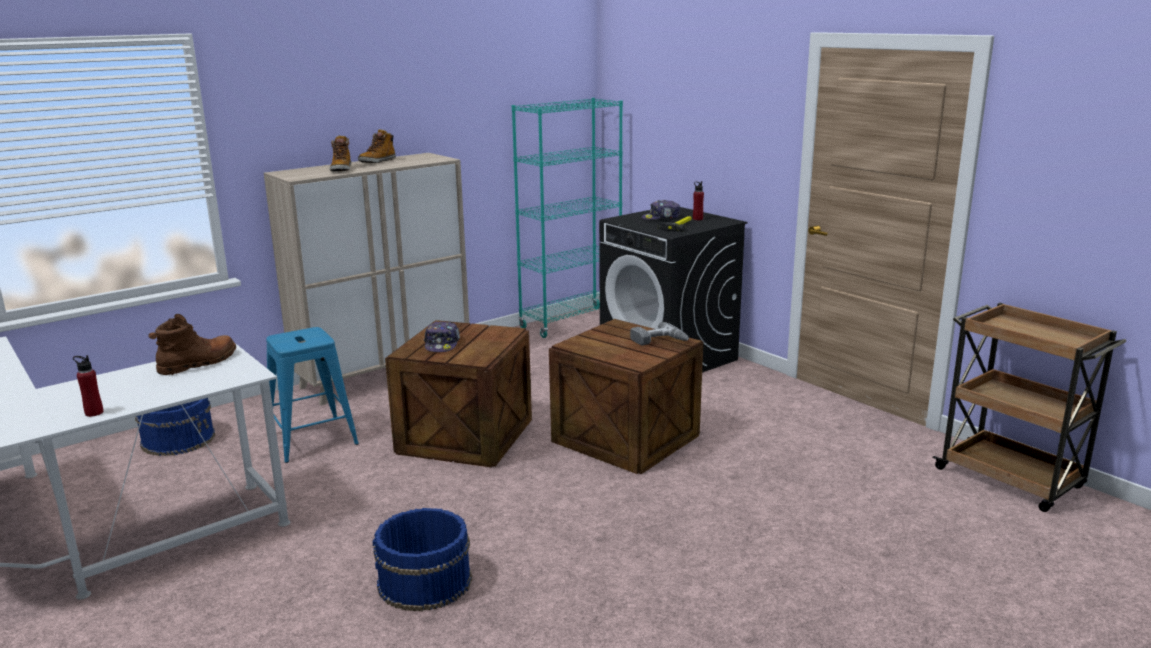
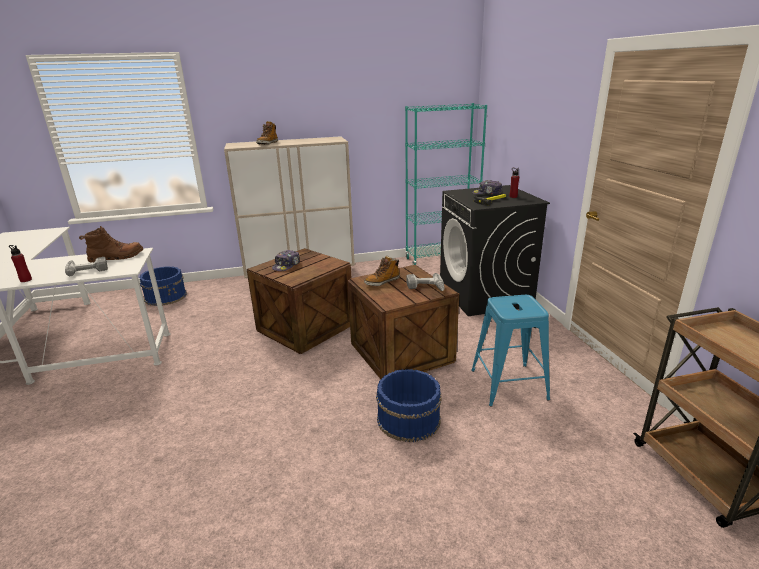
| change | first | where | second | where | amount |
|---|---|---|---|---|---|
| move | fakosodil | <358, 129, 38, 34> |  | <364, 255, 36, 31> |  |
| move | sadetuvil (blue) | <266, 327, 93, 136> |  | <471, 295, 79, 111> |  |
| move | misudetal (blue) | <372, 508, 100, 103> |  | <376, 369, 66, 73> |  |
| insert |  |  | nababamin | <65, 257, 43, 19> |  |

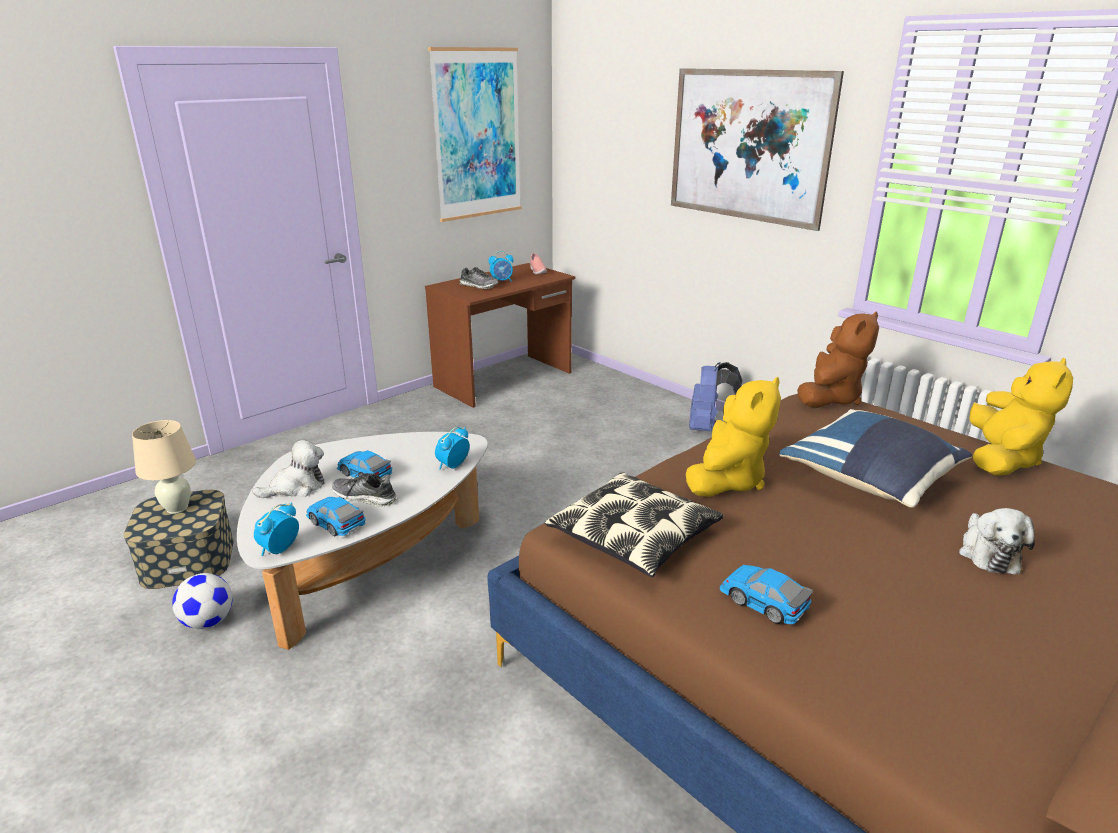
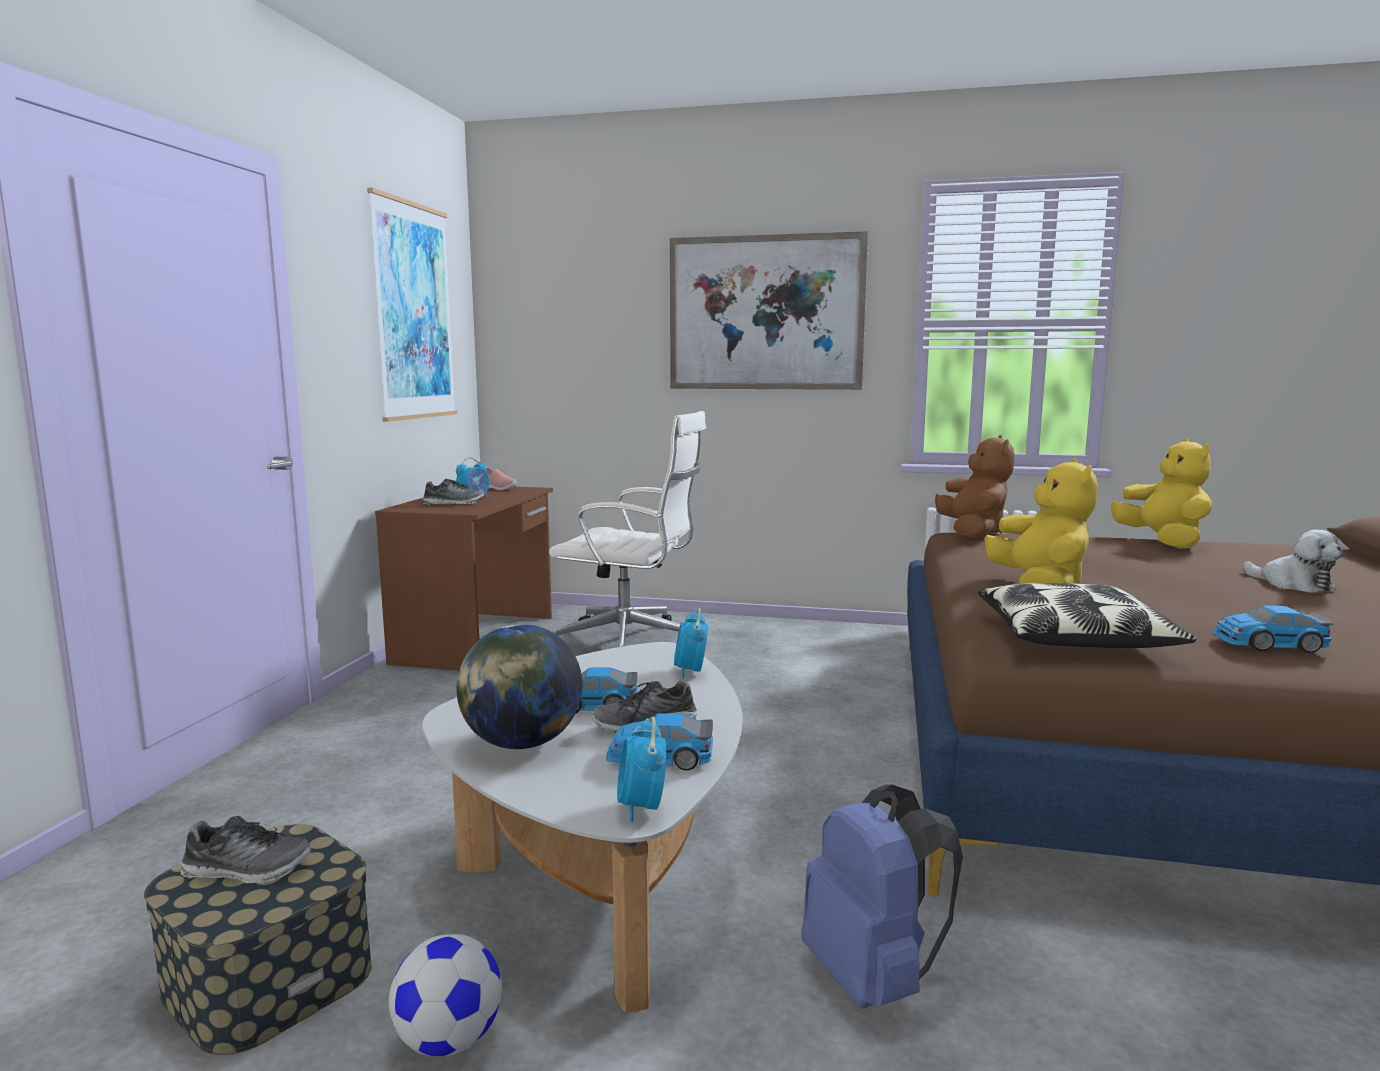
| change | first | where | second | where | amount |
|---|---|---|---|---|---|
| move | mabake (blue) | <689, 362, 53, 69> |  | <801, 784, 162, 225> |  |
| delete | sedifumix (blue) | <779, 409, 193, 99> |  |  |  |
| replace | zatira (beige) | <132, 420, 64, 94> | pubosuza | <180, 816, 132, 67> |  |
| replace | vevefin | <252, 440, 73, 58> | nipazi | <457, 624, 125, 125> |  |
| insert |  |  | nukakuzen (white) | <549, 411, 157, 236> |  |

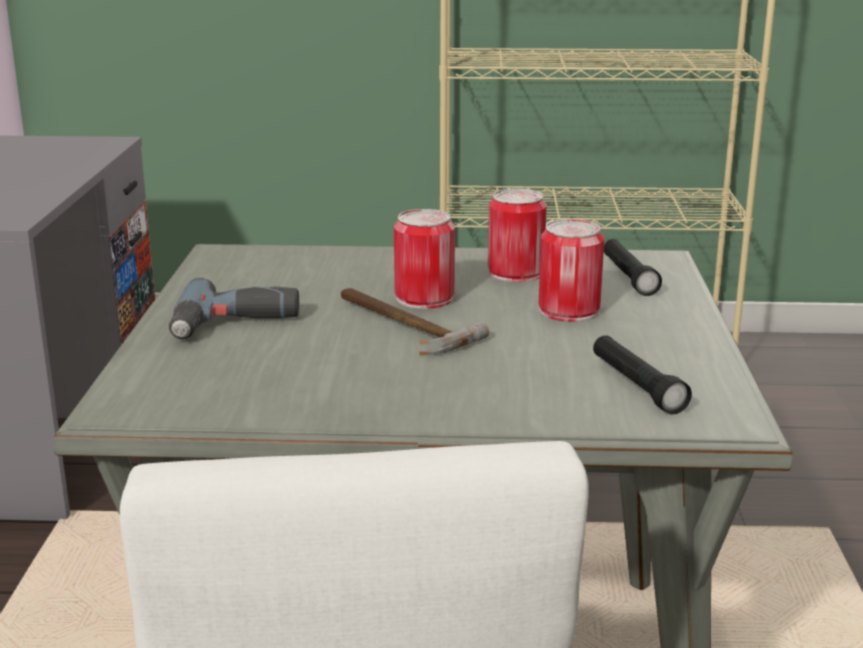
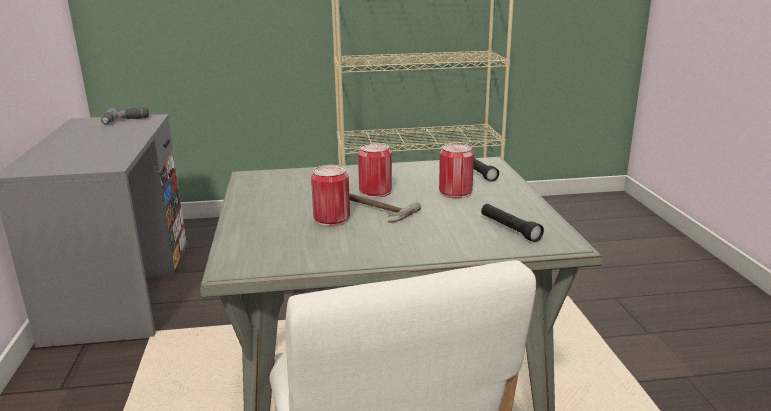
| change | first | where | second | where | amount |
|---|---|---|---|---|---|
| move | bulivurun | <488, 189, 59, 93> |  | <311, 165, 39, 61> |  |
| move | nababamin | <169, 278, 130, 61> |  | <101, 107, 48, 17> |  |

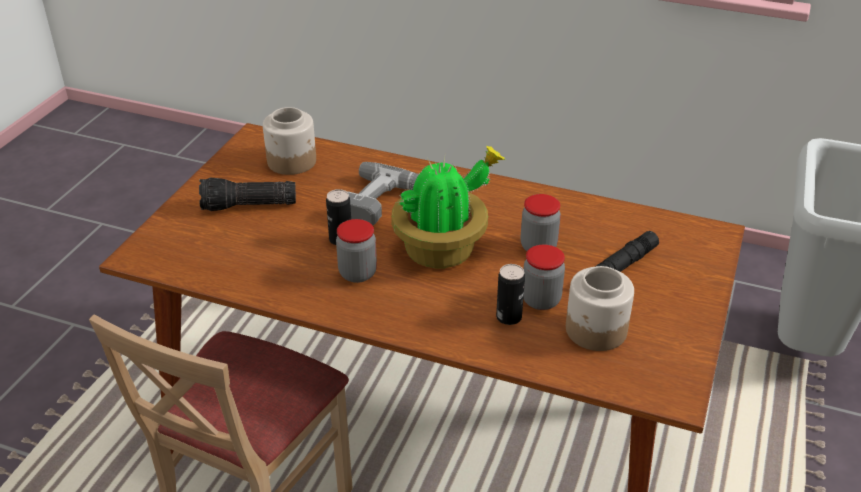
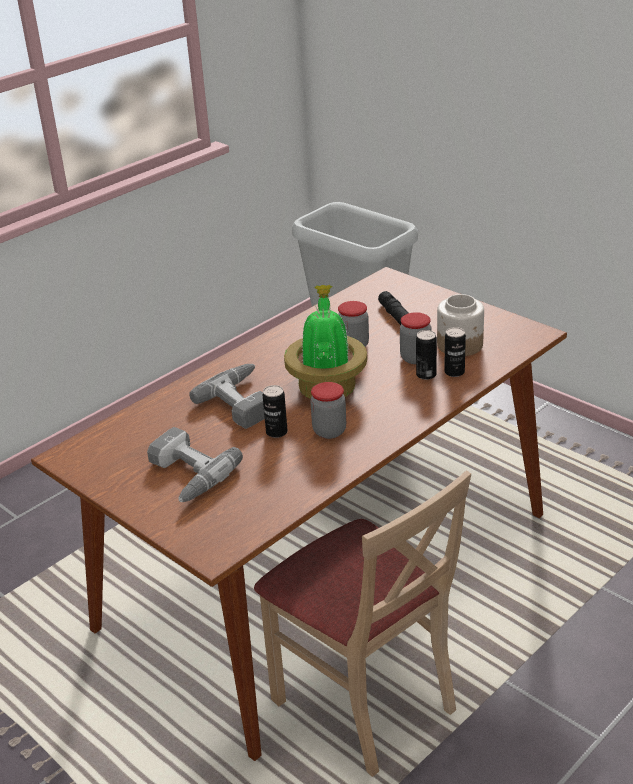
| change | first | where | second | where | amount |
|---|---|---|---|---|---|
| delete | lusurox | <263, 107, 53, 68> |  |  |  |
| replace | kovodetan | <199, 177, 97, 34> | nababamin | <147, 427, 96, 75> |  |
| insert |  |  | bulivurun | <444, 327, 22, 50> |  |

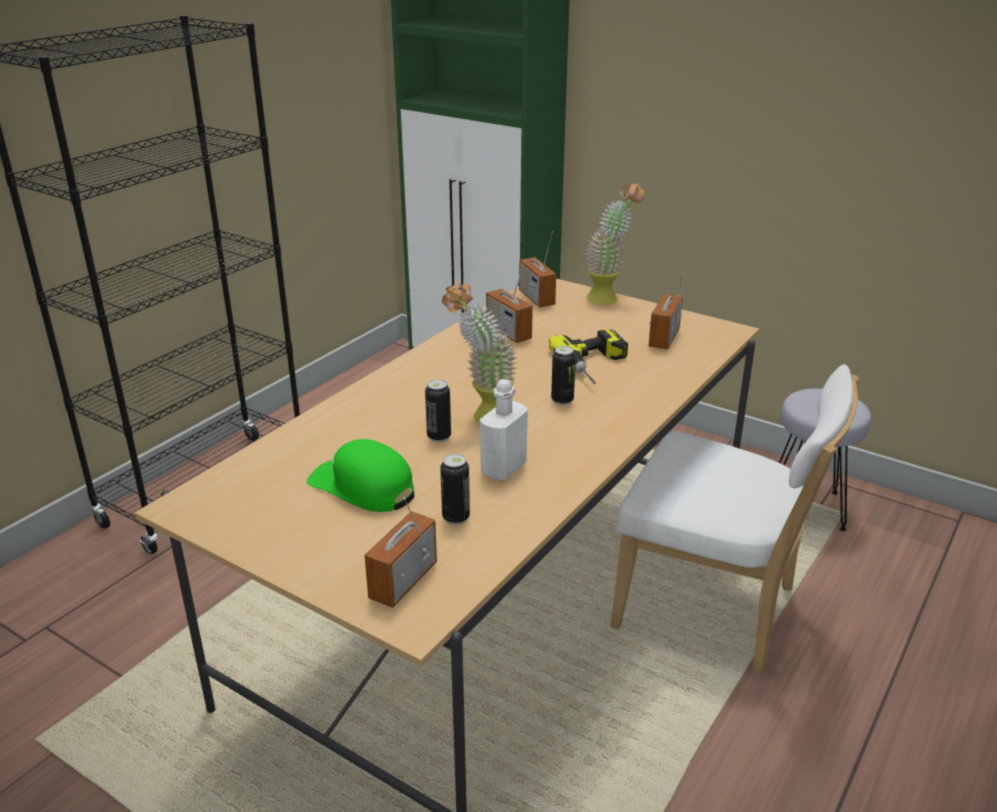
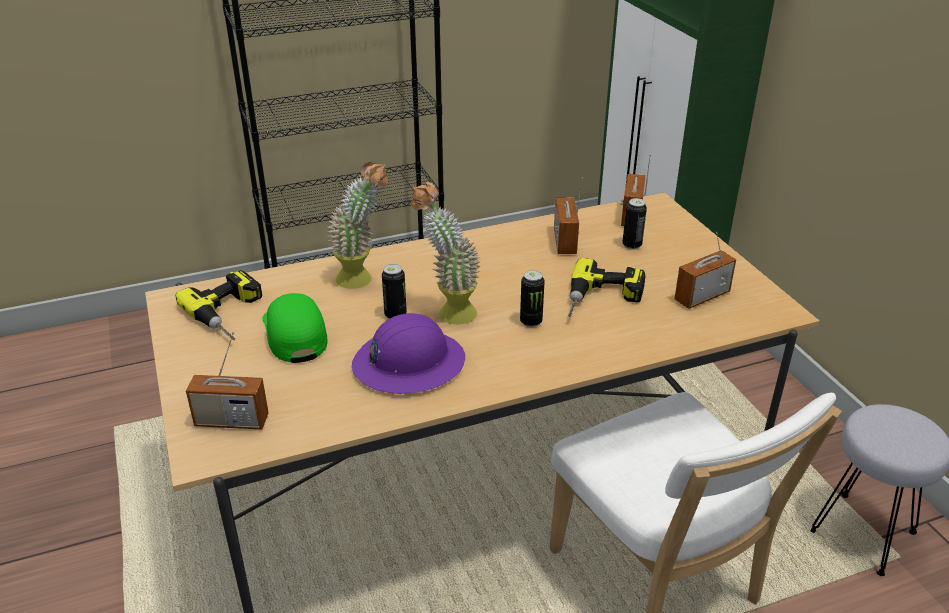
| change | first | where | second | where | amount |
|---|---|---|---|---|---|
| move | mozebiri | <585, 183, 59, 122> |  | <328, 162, 60, 127> |  |
| replace | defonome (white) | <480, 379, 48, 102> | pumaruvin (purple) | <352, 313, 113, 81> |  |
| move | bulivurun | <440, 454, 30, 71> |  | <622, 198, 25, 52> |  |
| rotate | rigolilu | <365, 497, 72, 111> |  | <186, 331, 83, 98> | 150 degrees counterclockwise |
| insert |  |  | nababamin | <175, 270, 87, 70> |  |

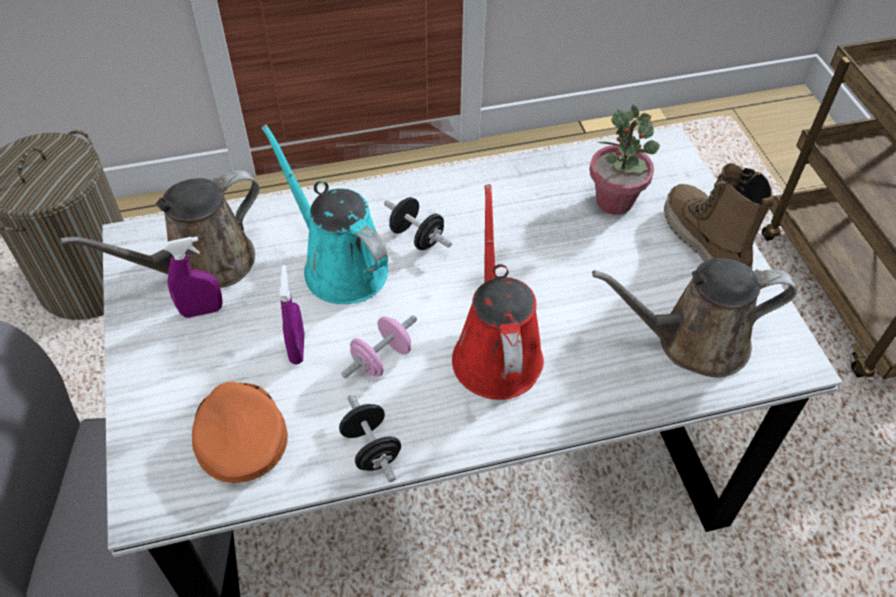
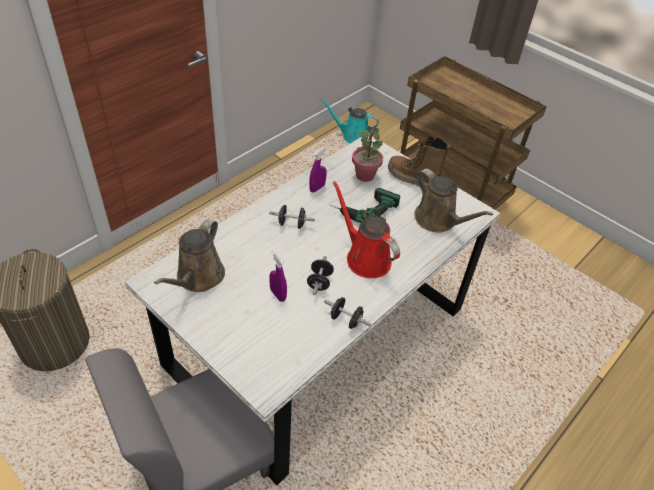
| change | first | where | second | where | amount |
|---|---|---|---|---|---|
| move | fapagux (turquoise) | <262, 125, 126, 179> |  | <321, 98, 58, 45> |  |
| move | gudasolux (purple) | <163, 237, 60, 81> |  | <309, 146, 18, 47> |  |
| rotate | fapagux (brown) | <592, 258, 205, 119> |  | <414, 169, 79, 64> | 90 degrees counterclockwise |
| recolor | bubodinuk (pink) | <341, 315, 76, 63> | bubodinuk (black) | <307, 256, 27, 39> |  |
| delete | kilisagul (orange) | <192, 382, 96, 101> |  |  |  |
| insert |  |  | nababamin | <330, 188, 70, 35> |  |

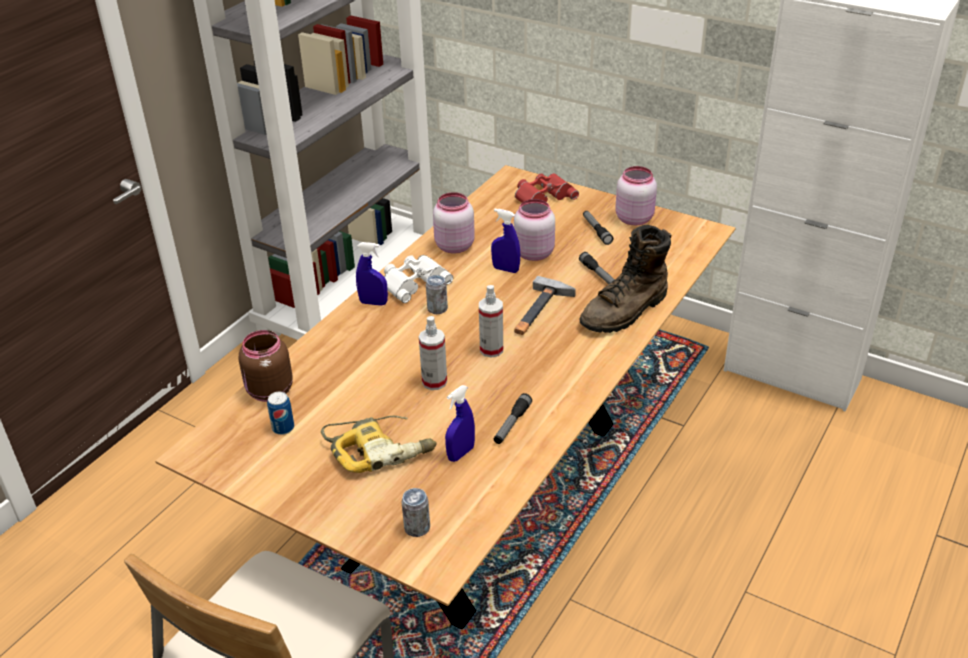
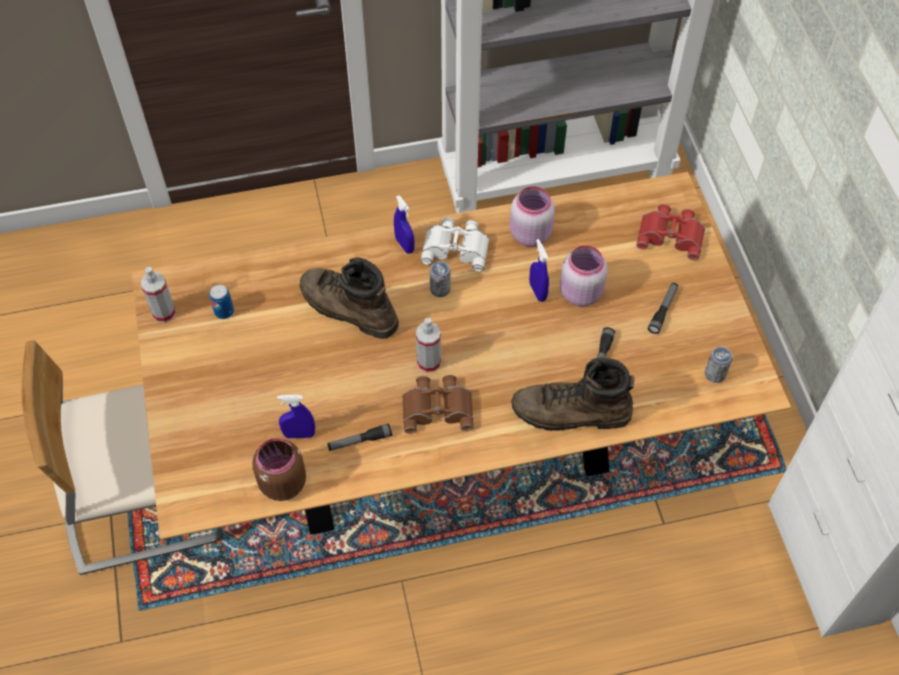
| change | first | where | second | where | amount |
|---|---|---|---|---|---|
| delete | lusurox (pink) | <615, 166, 42, 59> |  |  |  |
| delete | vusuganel | <514, 276, 62, 59> |  |  |  |
| move | gudasolux | <419, 316, 28, 74> |  | <141, 267, 35, 56> |  |
| move | lusurox (brown) | <239, 330, 54, 72> |  | <252, 438, 54, 63> |  |
| delete | nababamin | <321, 416, 116, 57> |  |  |  |
| move | bulivurun | <402, 488, 28, 49> |  | <705, 347, 27, 36> |  |
| insert |  |  | fakosodil (brown) | <300, 257, 99, 82> |  |
| insert |  |  | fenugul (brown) | <402, 375, 72, 59> |  |

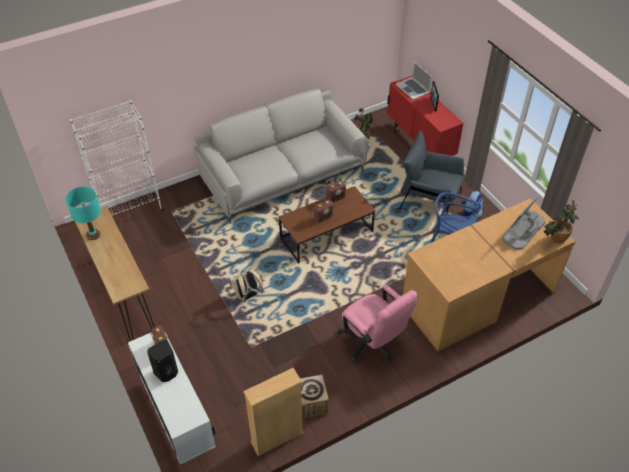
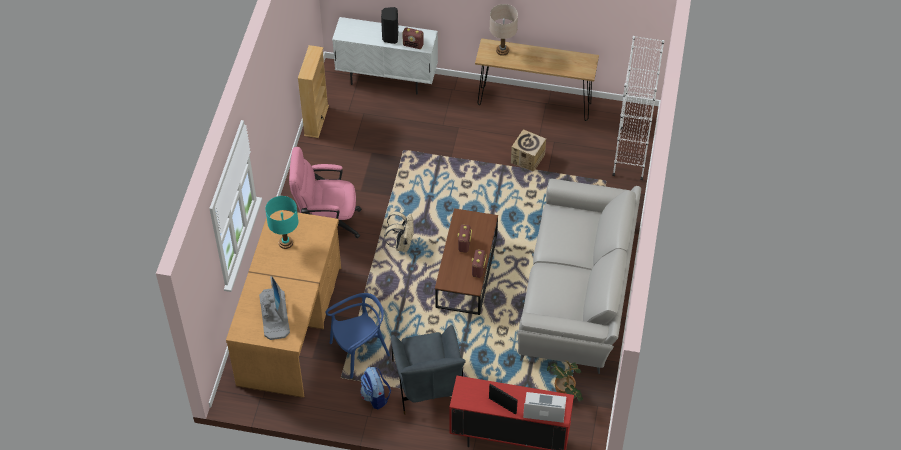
| change | first | where | second | where | amount |
|---|---|---|---|---|---|
| rotate | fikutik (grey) | <399, 130, 65, 83> |  | <391, 325, 75, 90> | 105 degrees clockwise |
| move | zatira (turquoise) | <65, 187, 36, 53> |  | <265, 196, 33, 53> |  |
| delete | mozebiri | <543, 200, 36, 44> |  |  |  |
| move | mabake (beige) | <229, 267, 34, 36> |  | <384, 211, 30, 41> |  |
| move | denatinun | <300, 375, 29, 44> |  | <511, 129, 35, 43> |  |
| insert |  |  | zatira (beige) | <490, 4, 28, 52> |  |

